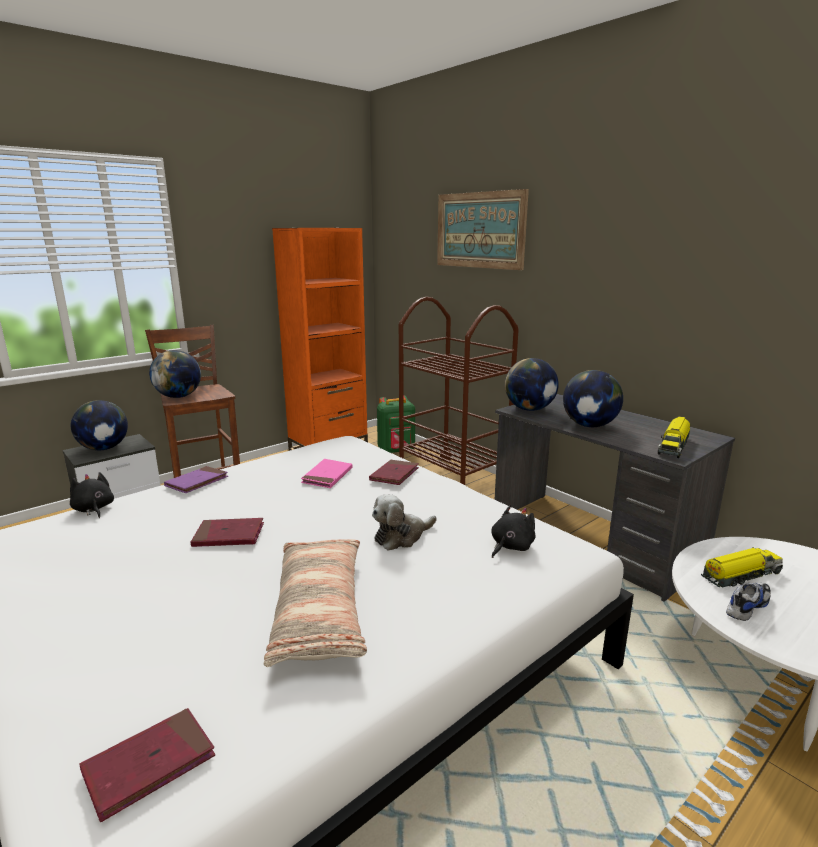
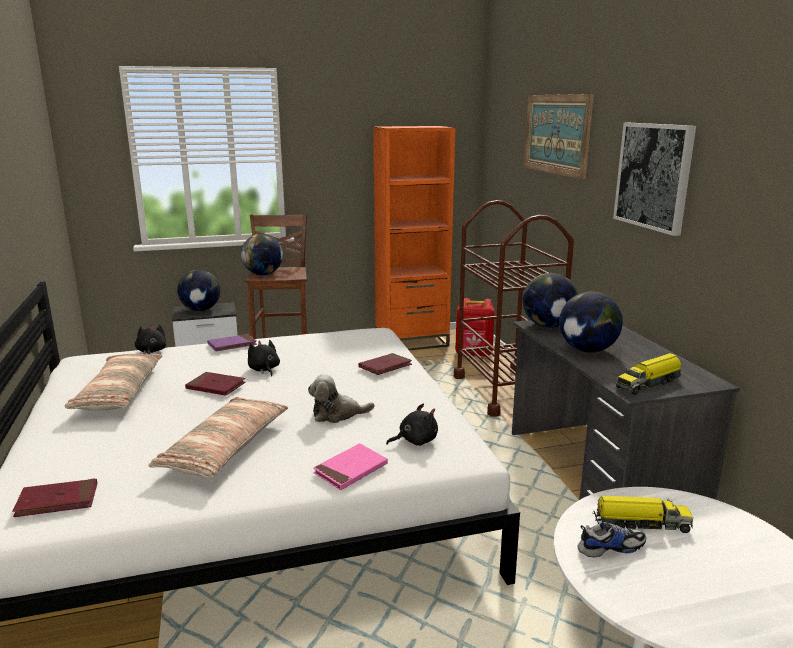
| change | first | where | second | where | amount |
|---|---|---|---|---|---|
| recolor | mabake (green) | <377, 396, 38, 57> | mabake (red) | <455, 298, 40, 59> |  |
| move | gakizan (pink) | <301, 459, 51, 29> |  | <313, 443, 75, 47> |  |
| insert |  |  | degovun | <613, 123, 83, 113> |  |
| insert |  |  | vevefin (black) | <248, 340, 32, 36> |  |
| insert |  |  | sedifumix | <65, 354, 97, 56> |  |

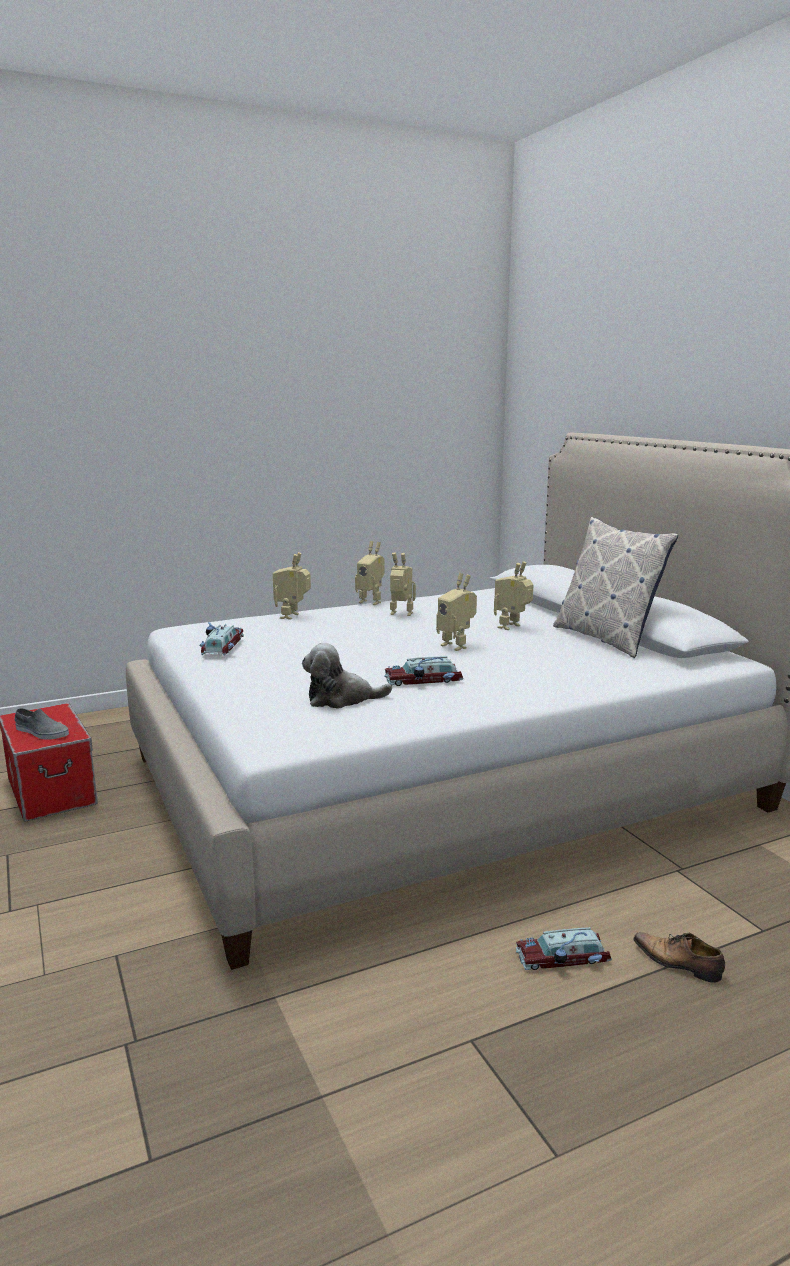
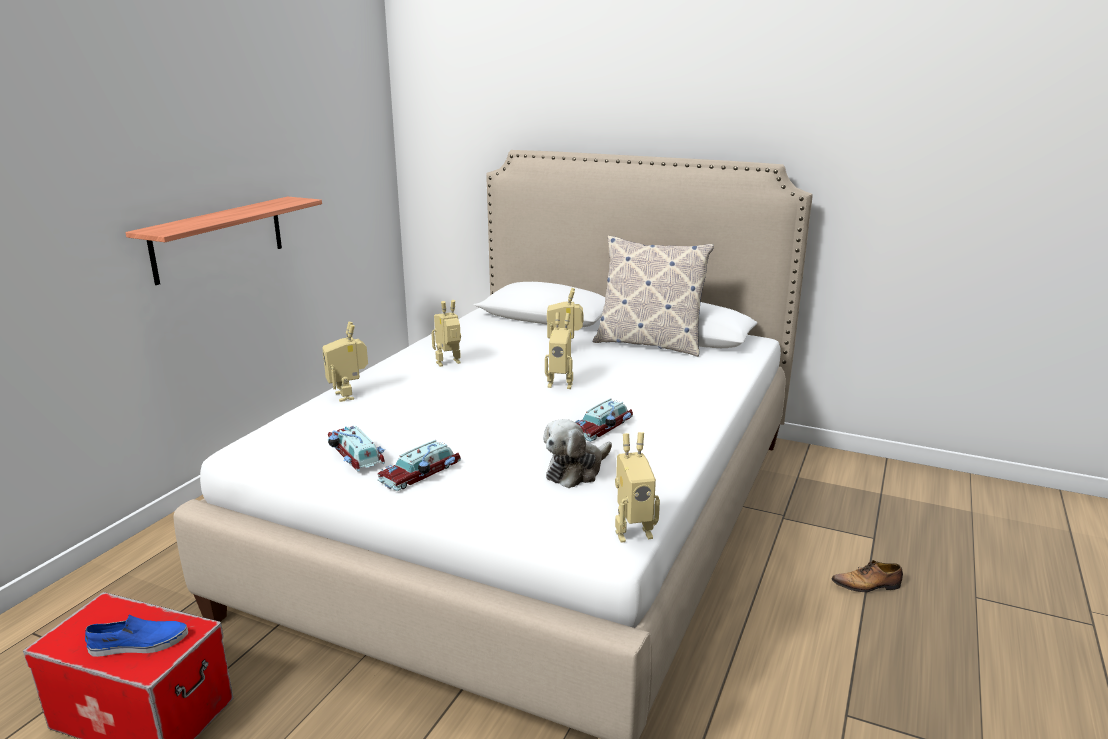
| change | first | where | second | where | amount |
|---|---|---|---|---|---|
| move | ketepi | <355, 541, 30, 64> |  | <615, 432, 45, 111> |  |
| recolor | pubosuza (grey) | <15, 708, 54, 32> | pubosuza (blue) | <85, 615, 103, 42> |  |
| move | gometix | <516, 927, 96, 43> |  | <378, 440, 83, 51> |  |
| insert |  |  | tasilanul | <125, 196, 197, 89> |  |

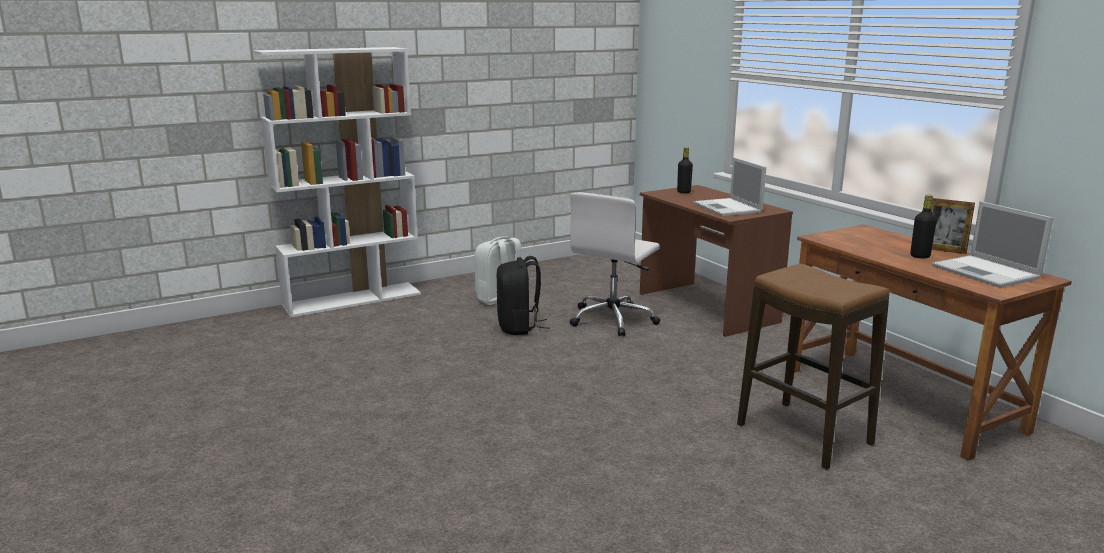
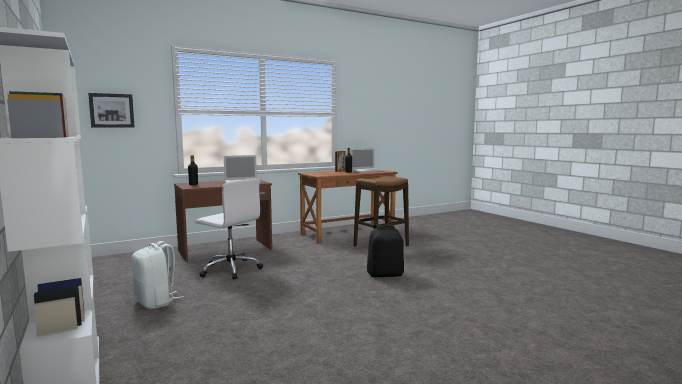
| change | first | where | second | where | amount |
|---|---|---|---|---|---|
| move | mabake (black) | <497, 256, 52, 79> |  | <367, 224, 37, 53> |  |
| insert |  |  | degovun | <88, 93, 47, 35> |  |

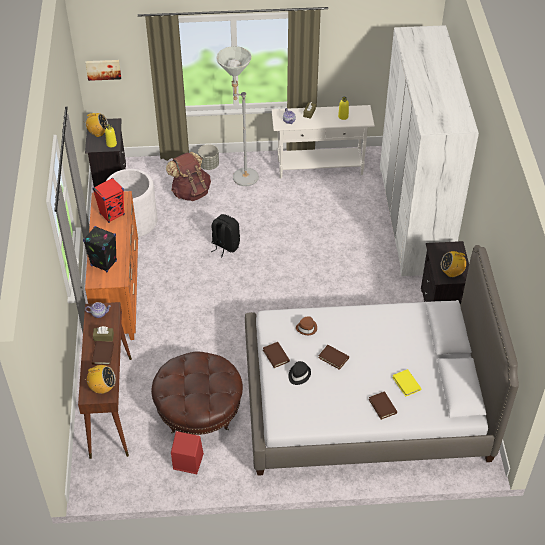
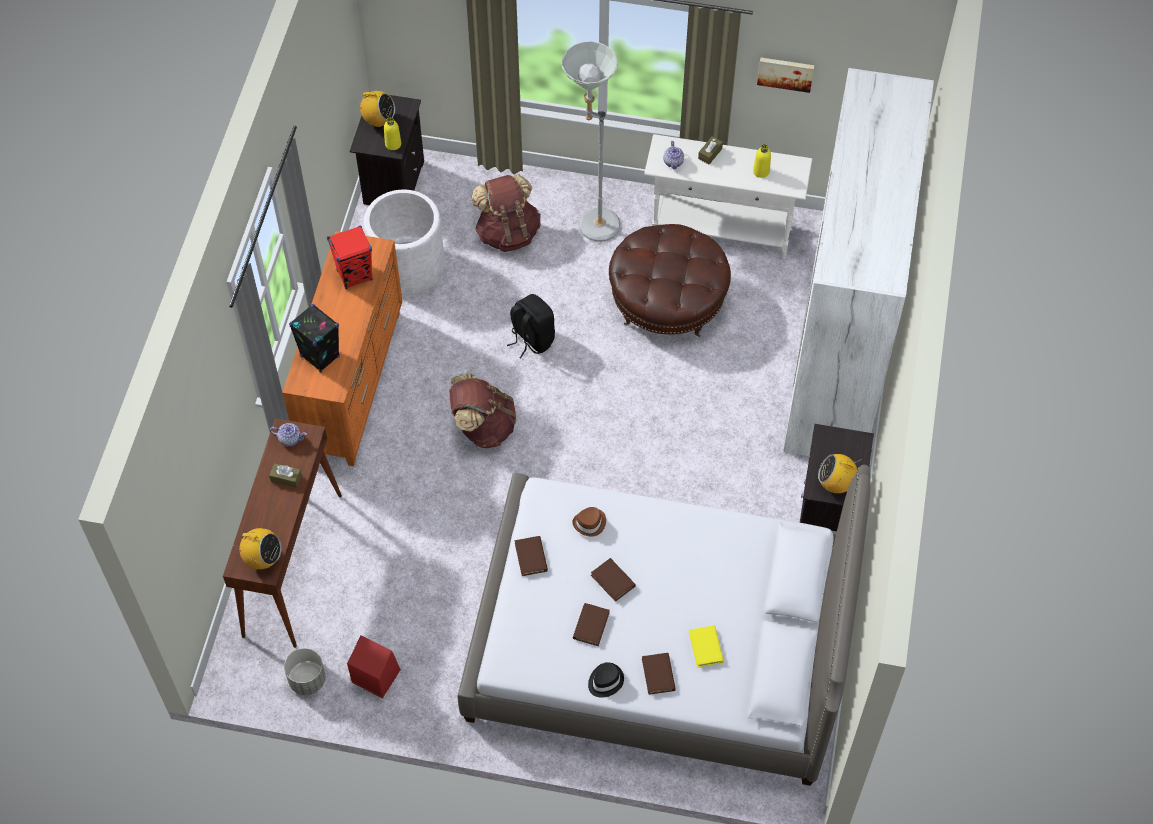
| change | first | where | second | where | amount |
|---|---|---|---|---|---|
| move | degovun | <85, 60, 36, 21> |  | <757, 58, 57, 35> |  |
| move | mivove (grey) | <198, 144, 21, 26> |  | <284, 648, 42, 47> |  |
| move | gakizan (brown) | <92, 341, 22, 24> |  | <573, 603, 37, 43> |  |
| move | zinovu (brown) | <151, 351, 92, 84> |  | <609, 224, 122, 113> |  |
| move | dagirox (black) | <288, 361, 23, 24> |  | <588, 662, 36, 35> |  |
| insert |  |  | mabake (brown) | <449, 373, 67, 75> |  |

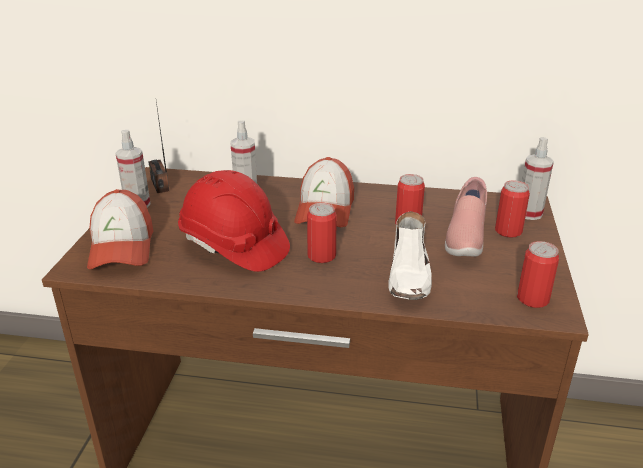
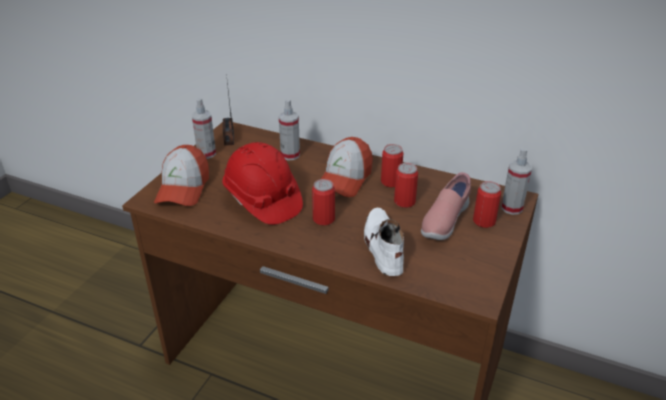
| change | first | where | second | where | amount |
|---|---|---|---|---|---|
| rotate | pubosuza (white) | <388, 211, 44, 89> |  | <364, 208, 40, 68> | 150 degrees clockwise |
| move | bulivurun | <517, 241, 42, 67> |  | <381, 144, 22, 43> |  |

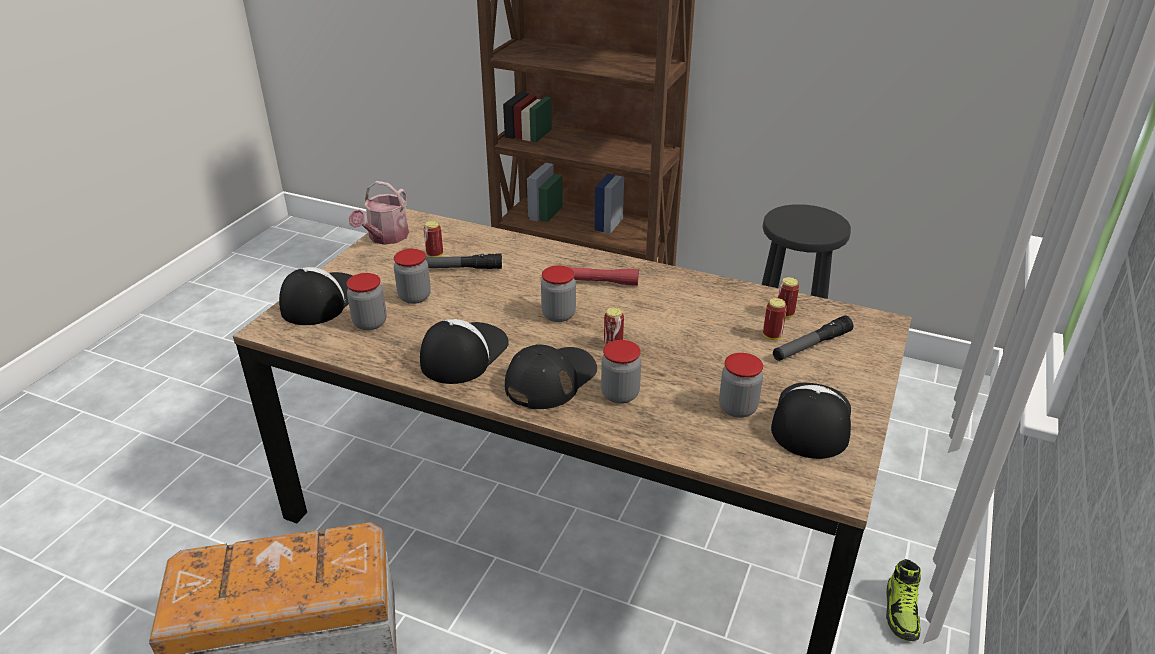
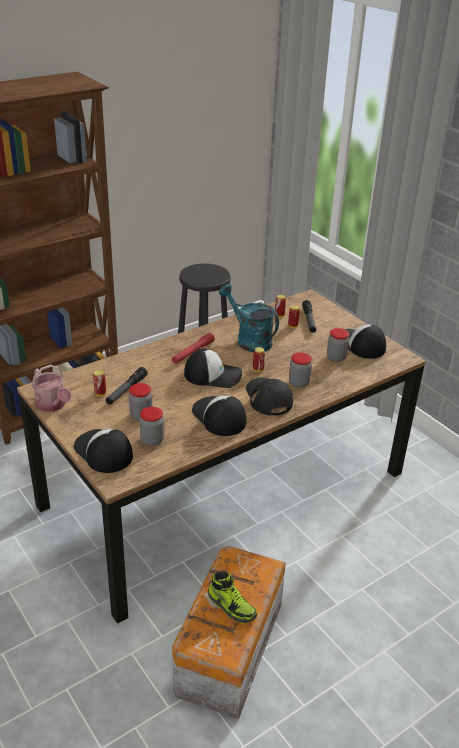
| change | first | where | second | where | amount |
|---|---|---|---|---|---|
| replace | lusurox | <541, 265, 35, 57> | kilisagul | <184, 348, 58, 40> |  |
| move | pubosuza | <886, 559, 35, 82> |  | <208, 571, 49, 52> |  |
| insert |  |  | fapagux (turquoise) | <219, 284, 60, 68> |  |

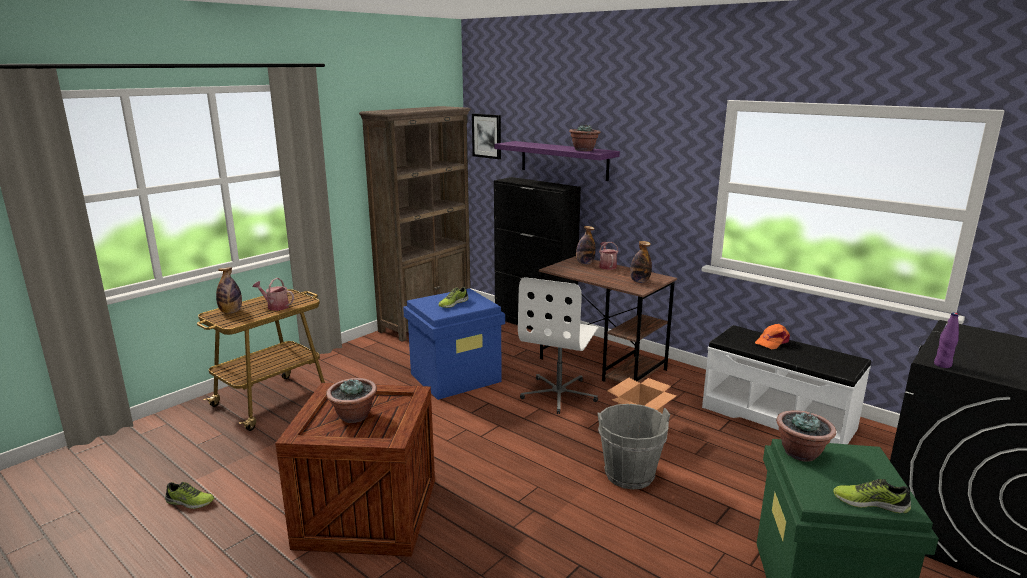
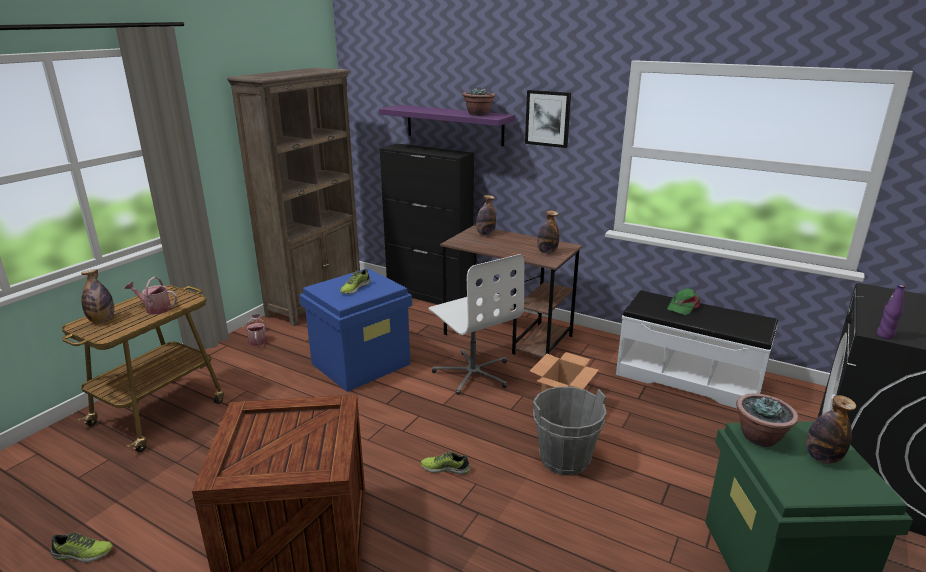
| change | first | where | second | where | amount |
|---|---|---|---|---|---|
| move | degovun | <472, 114, 29, 45> |  | <525, 90, 46, 58> |  |
| move | fapagux | <599, 242, 20, 28> |  | <245, 314, 23, 32> |  |
| rotate | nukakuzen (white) | <518, 277, 81, 137> |  | <428, 254, 96, 141> | 45 degrees counterclockwise |
| recolor | kilisagul (orange) | <755, 324, 35, 25> | kilisagul (green) | <667, 288, 33, 27> |  |
| delete | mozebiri | <326, 378, 51, 45> |  |  |  |
| move | pubosuza | <833, 479, 78, 34> |  | <421, 451, 50, 23> |  |
| insert |  |  | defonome | <806, 395, 50, 69> |  |

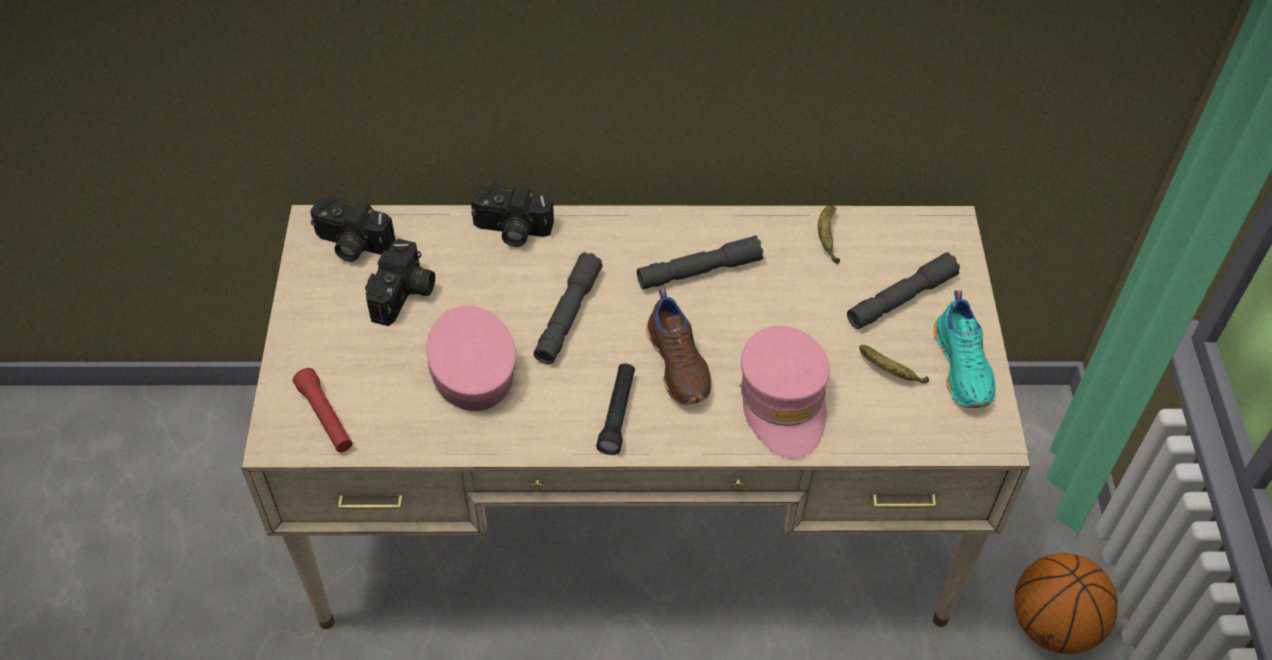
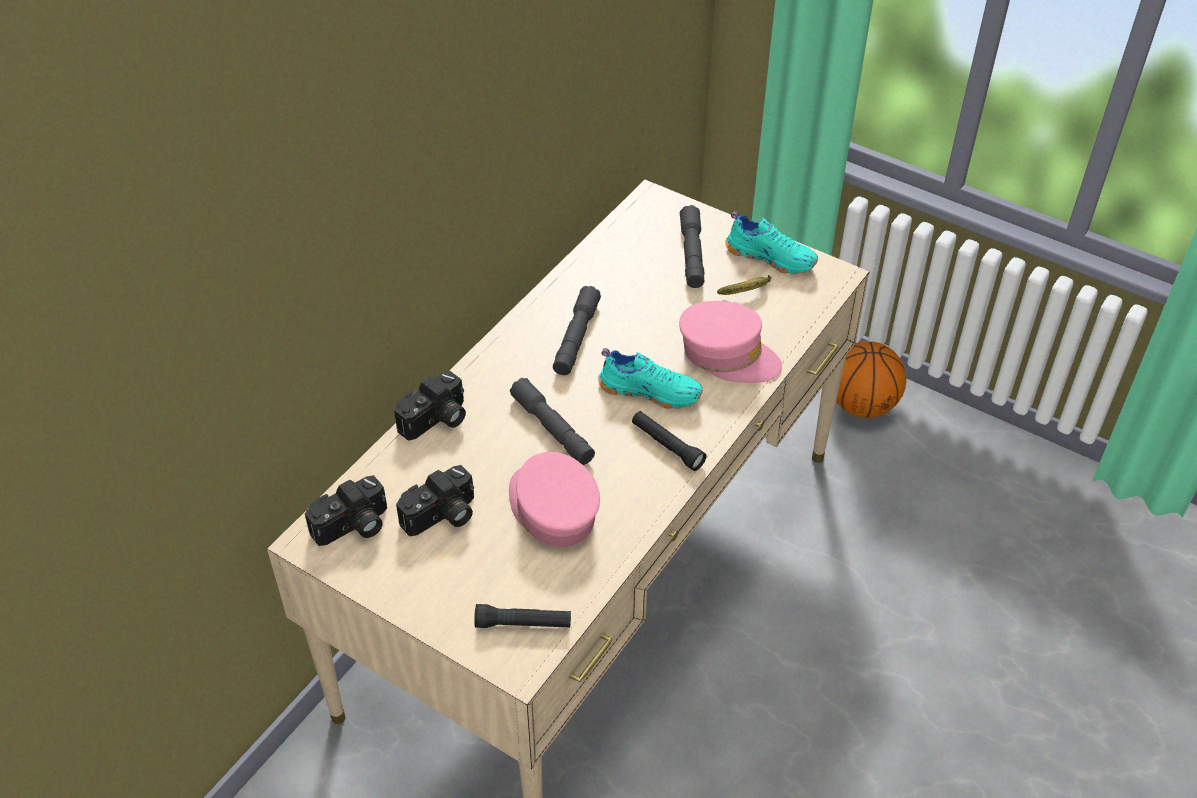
| change | first | where | second | where | amount |
|---|---|---|---|---|---|
| delete | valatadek | <818, 206, 22, 58> |  |  |  |
| rotate | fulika | <365, 239, 70, 87> |  | <396, 465, 78, 71> | 90 degrees clockwise |
| recolor | pubosuza (brown) | <646, 288, 65, 117> | pubosuza (turquoise) | <598, 348, 105, 61> |  |
| rotate | kilisagul (pink) | <426, 306, 90, 105> |  | <509, 452, 91, 95> | 45 degrees clockwise |
| recolor | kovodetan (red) | <293, 368, 60, 84> | kovodetan (black) | <474, 604, 97, 24> |  |

